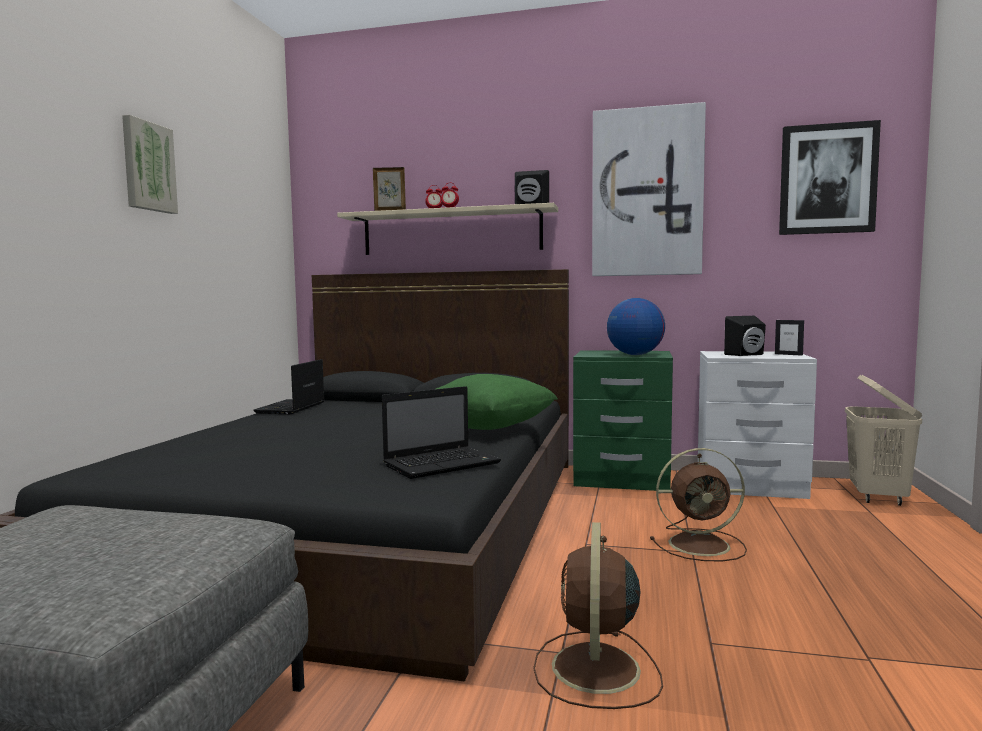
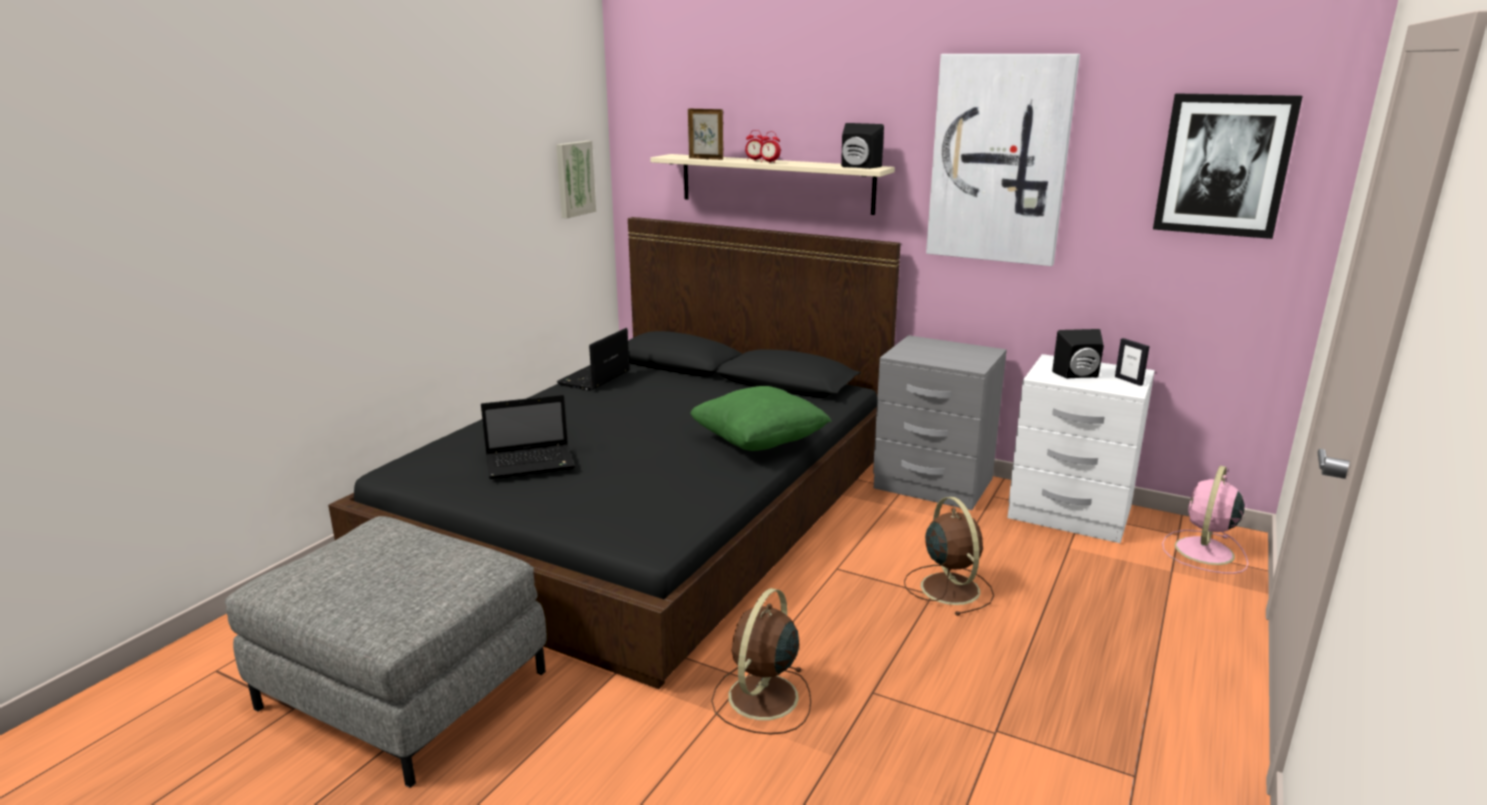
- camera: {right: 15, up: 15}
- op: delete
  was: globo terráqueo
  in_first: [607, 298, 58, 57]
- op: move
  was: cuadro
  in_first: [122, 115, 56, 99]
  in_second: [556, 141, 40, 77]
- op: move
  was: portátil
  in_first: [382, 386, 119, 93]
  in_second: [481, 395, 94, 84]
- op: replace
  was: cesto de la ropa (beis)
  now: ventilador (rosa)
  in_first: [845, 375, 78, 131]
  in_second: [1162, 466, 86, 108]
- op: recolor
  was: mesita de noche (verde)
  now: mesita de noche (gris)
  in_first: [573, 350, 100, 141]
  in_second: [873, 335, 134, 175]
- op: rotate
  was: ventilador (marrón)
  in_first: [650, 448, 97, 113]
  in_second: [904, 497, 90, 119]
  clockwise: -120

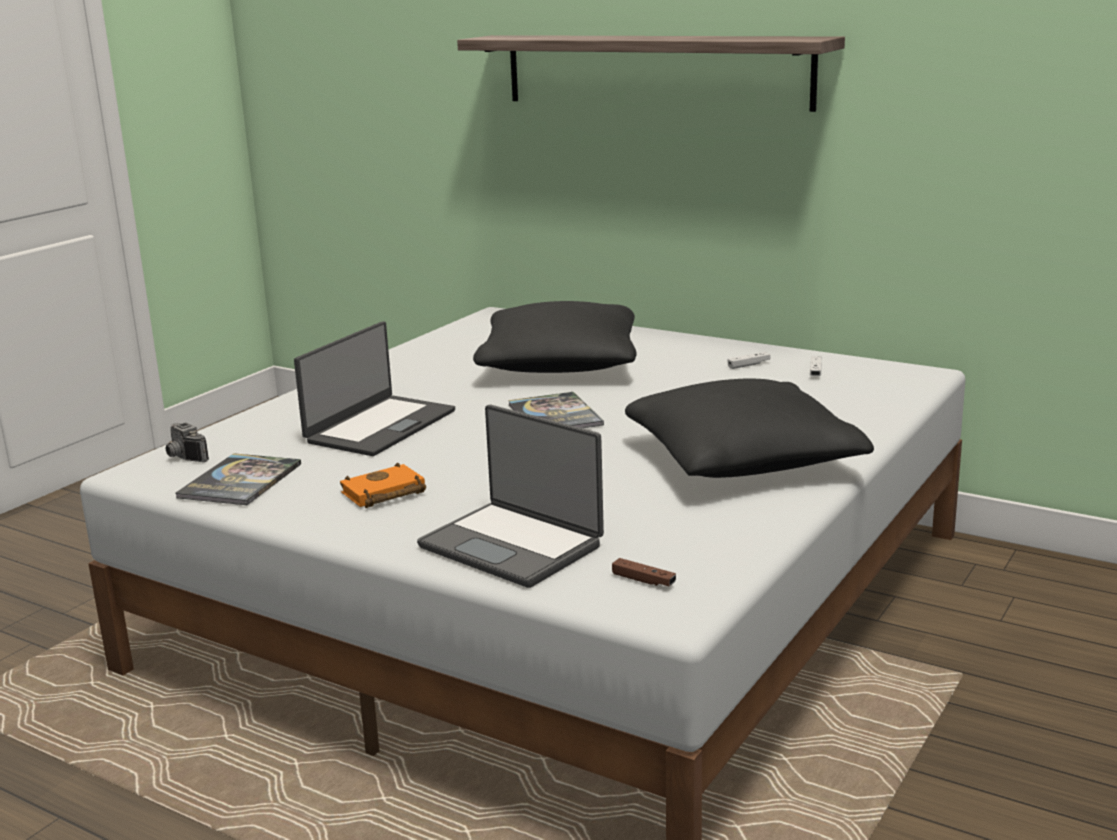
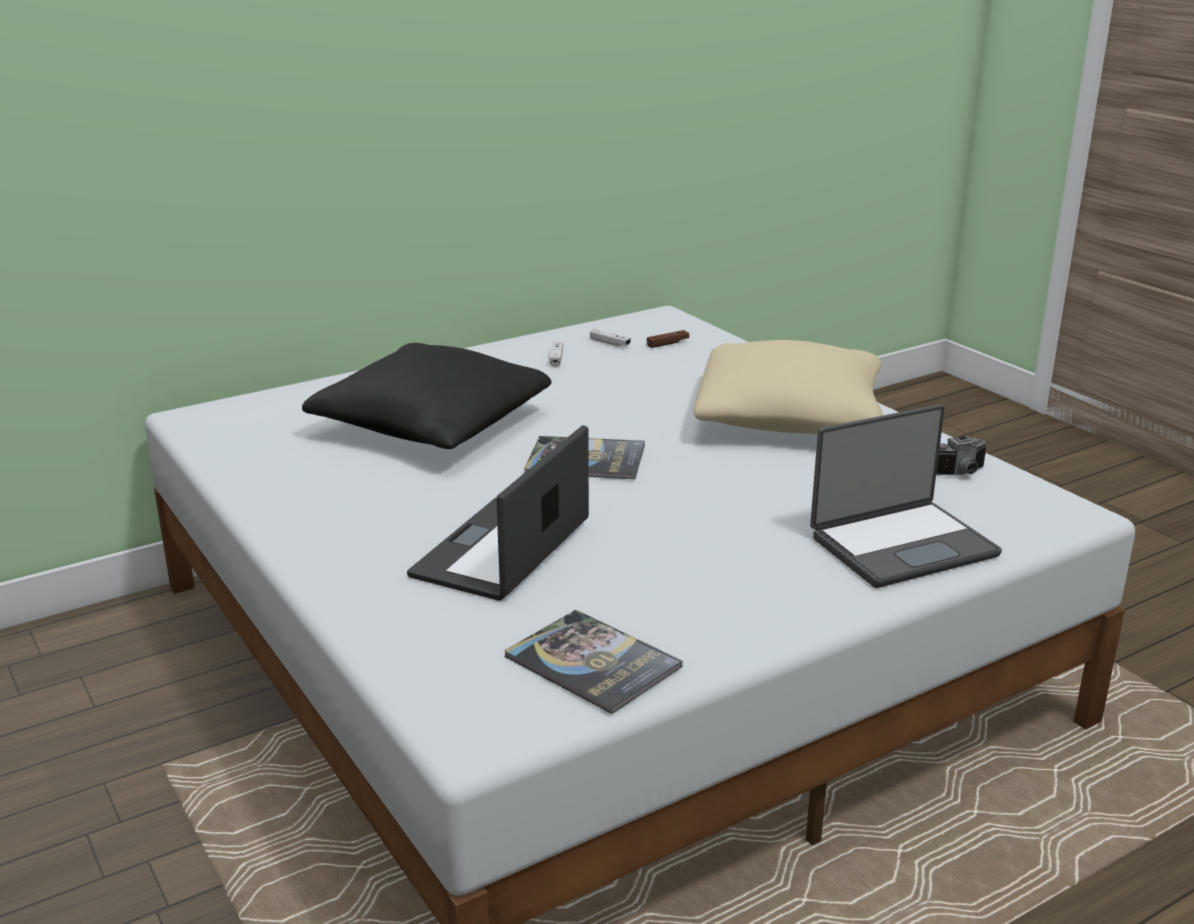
- camera: {right: -65, up: 5}
- op: delete
  was: libro (naranja)
  in_first: [340, 462, 86, 46]
- op: delete
  was: estante
  in_first: [457, 35, 388, 77]
- op: move
  was: cámara
  in_first: [166, 423, 43, 39]
  in_second: [936, 435, 51, 40]
- op: move
  was: mando de consola (marrón)
  in_first: [612, 558, 64, 28]
  in_second: [647, 330, 42, 18]
- op: recolor
  was: cojín (negro)
  now: cojín (beis)
  in_first: [625, 379, 249, 99]
  in_second: [694, 340, 189, 94]
- op: rotate
  was: portátil
  in_first: [294, 321, 161, 135]
  in_second: [407, 425, 182, 176]
  clockwise: -120

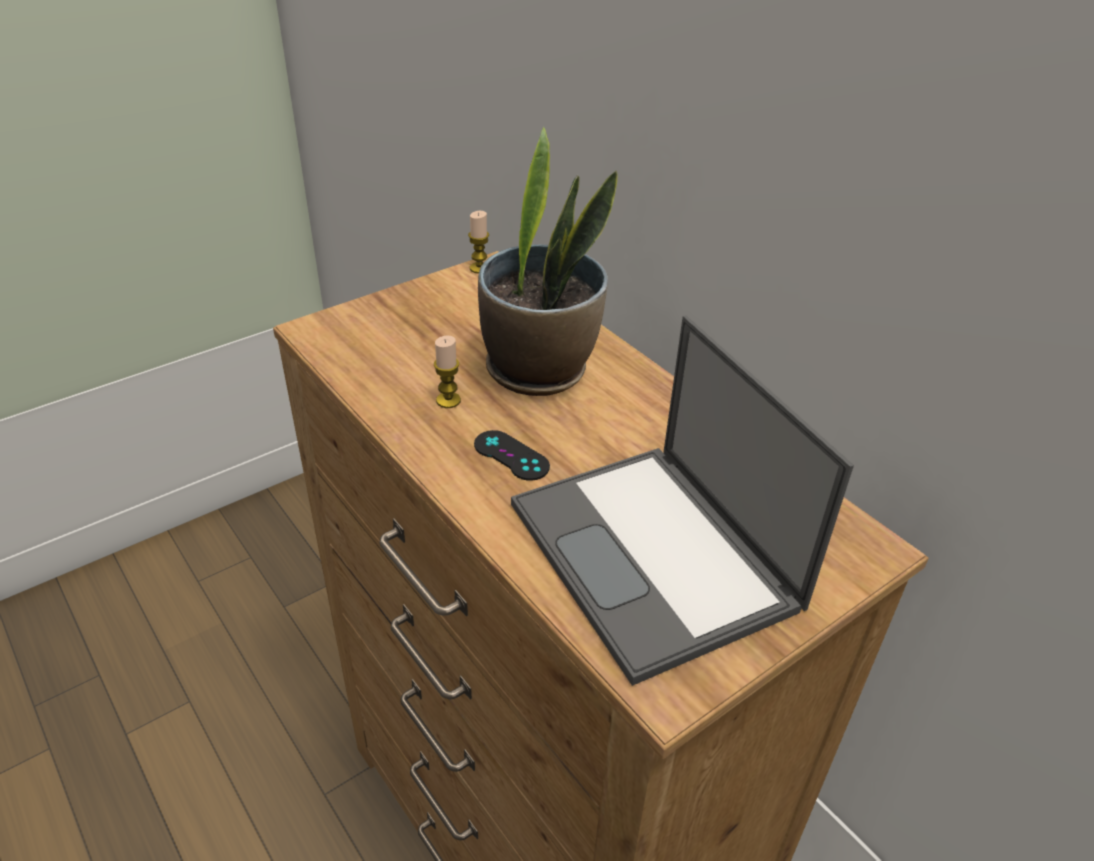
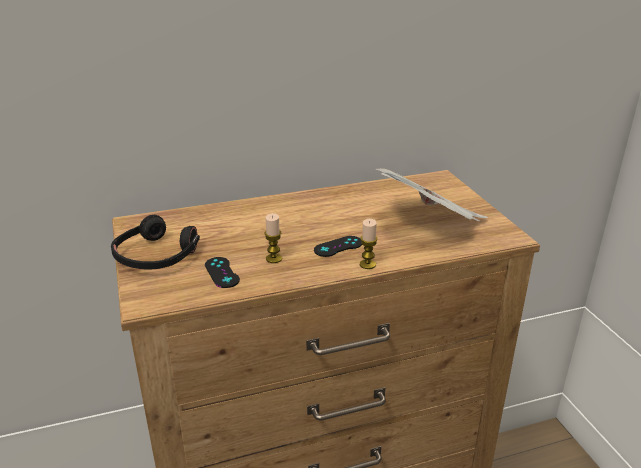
- camera: {right: -70, up: -10}
- op: delete
  was: planta en maceta
  in_first: [478, 127, 140, 269]
- op: insert
  now: auriculares (negro)
  in_second: [111, 214, 89, 56]
- op: insert
  now: mando de consola (negro)
  in_second: [205, 257, 35, 31]
- op: move
  was: vela
  in_first: [468, 211, 21, 63]
  in_second: [360, 219, 18, 50]
- op: replace
  was: portátil
  now: periódico
  in_first: [511, 315, 343, 371]
  in_second: [376, 168, 112, 53]

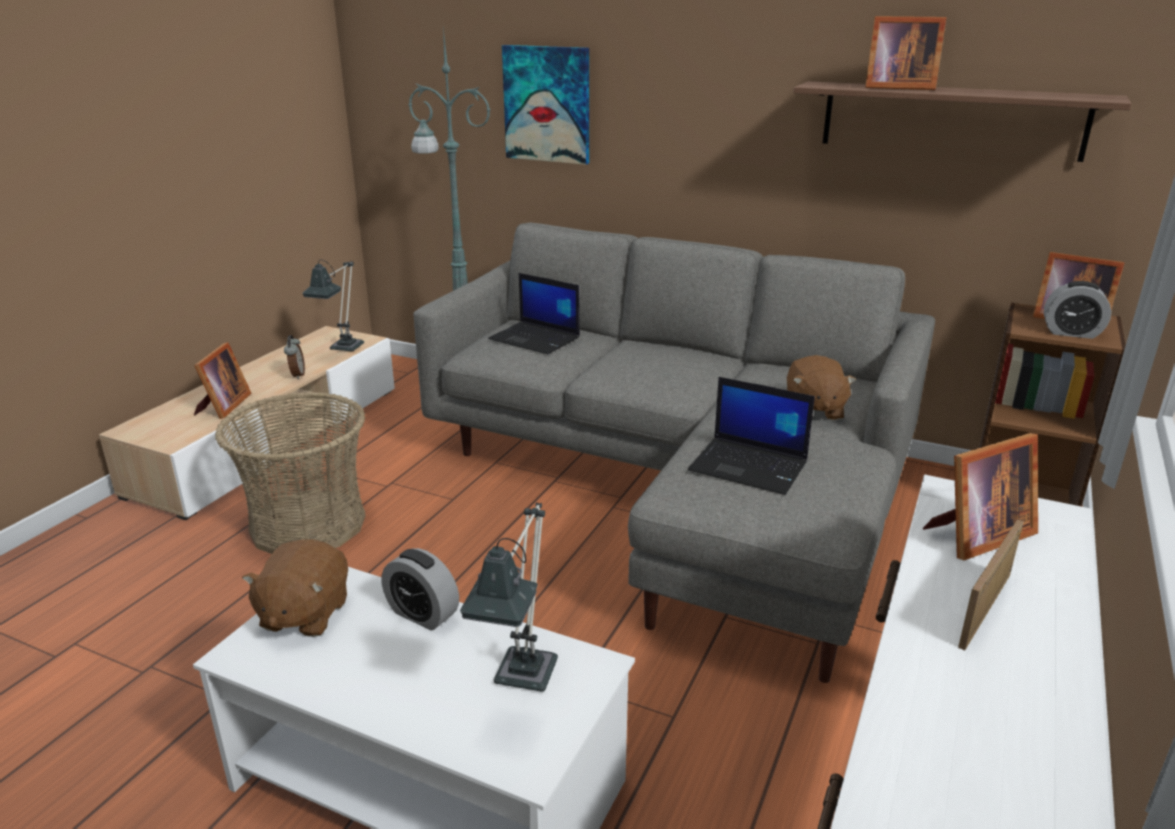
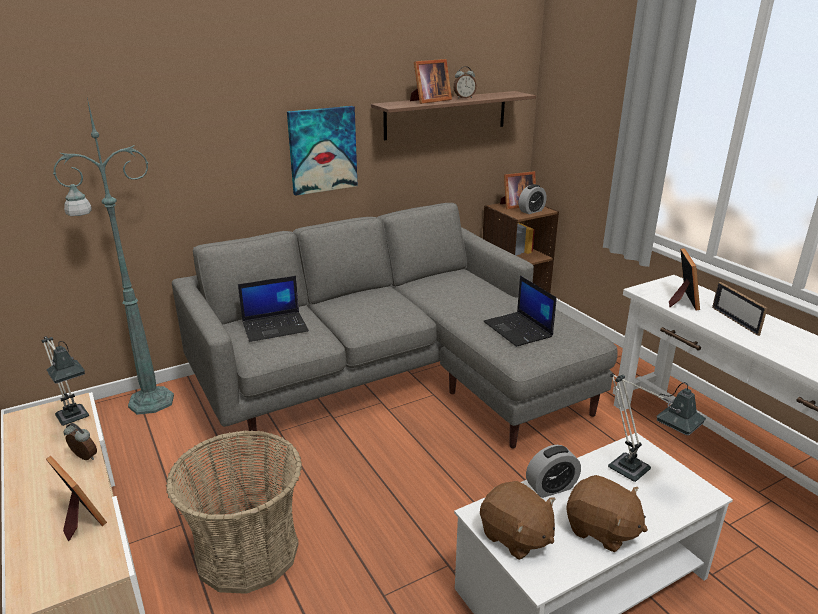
- camera: {right: -55, up: 0}
- op: insert
  now: despertador
  in_second: [453, 66, 24, 33]
- op: move
  was: cuadro
  in_first: [502, 45, 87, 120]
  in_second: [287, 106, 71, 90]
- op: move
  was: peluche (marrón)
  in_first: [787, 355, 69, 65]
  in_second: [566, 475, 82, 77]
- op: rotate
  was: portátil
  in_first: [688, 377, 127, 118]
  in_second: [483, 276, 74, 71]
  clockwise: 90

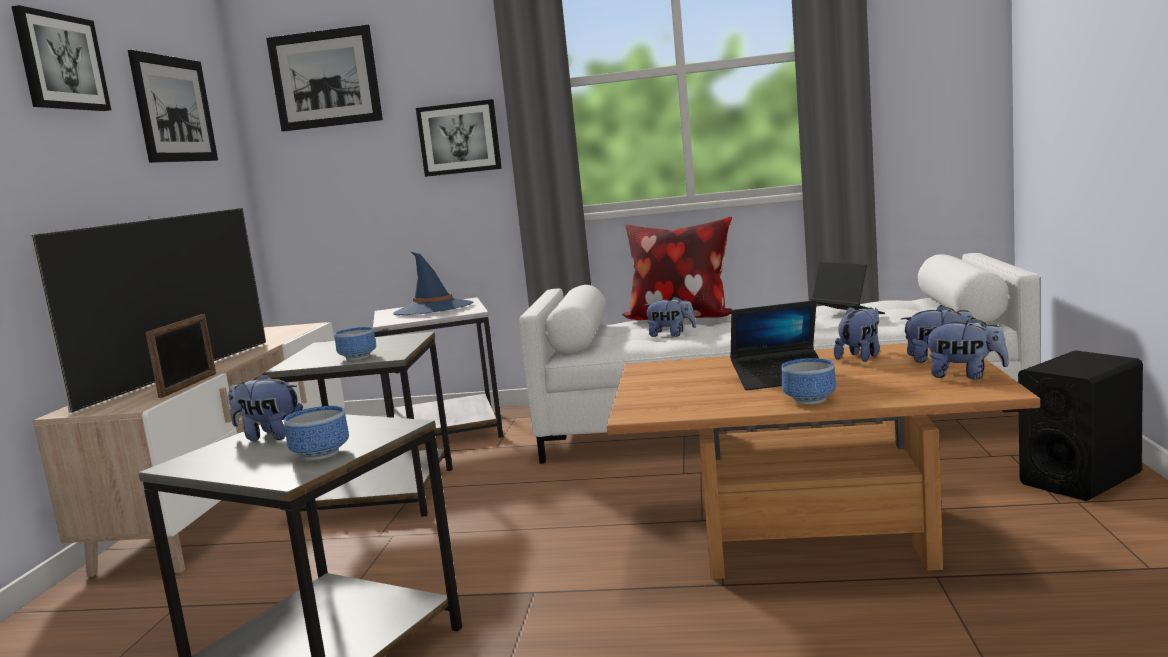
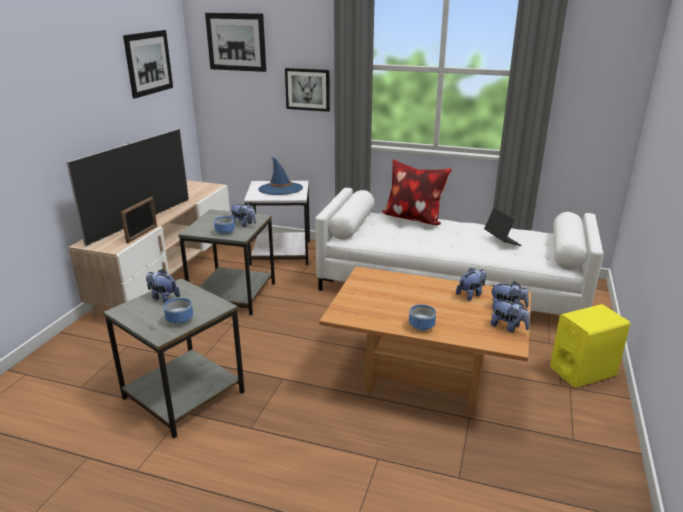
- camera: {right: 10, up: 15}
- op: delete
  was: cuadro
  in_first: [11, 5, 100, 106]
- op: delete
  was: portátil
  in_first: [730, 300, 90, 90]
- op: move
  was: peluche
  in_first: [643, 296, 53, 41]
  in_second: [230, 203, 26, 24]
- op: recolor
  was: altavoz (negro)
  now: altavoz (amarillo)
  in_first: [1018, 350, 125, 151]
  in_second: [550, 304, 80, 84]

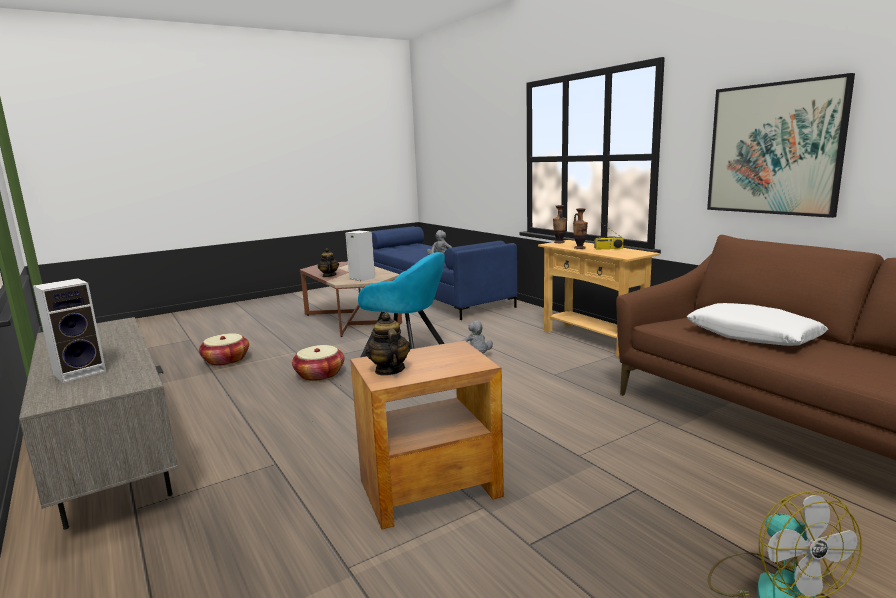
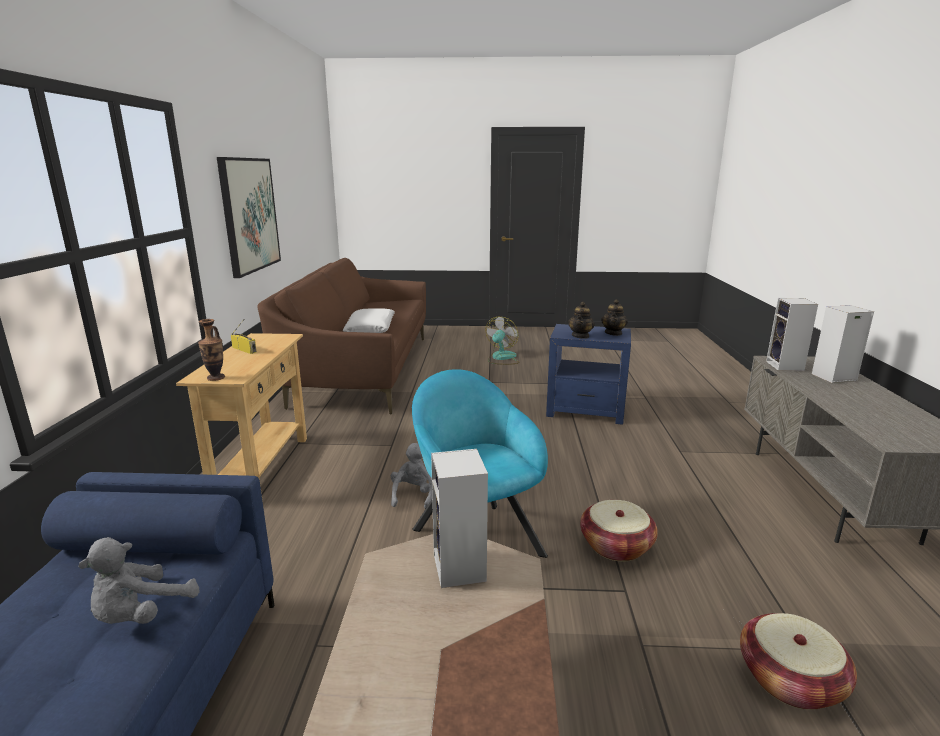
- camera: {right: -145, up: 5}
- op: delete
  was: florero
  in_first: [573, 208, 15, 41]
- op: insert
  now: altavoz
  in_second: [766, 298, 52, 73]
- op: move
  was: tetera
  in_first: [318, 248, 21, 29]
  in_second: [568, 302, 27, 37]
- op: recolor
  was: mesa auxiliar (marrón)
  now: mesa auxiliar (azul)
  in_first: [350, 340, 154, 190]
  in_second: [546, 324, 85, 101]

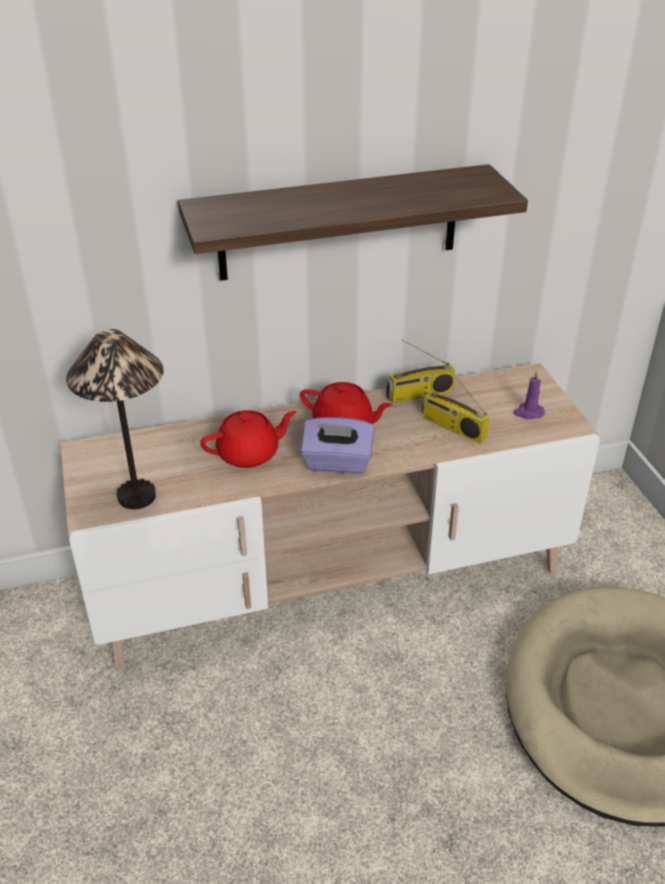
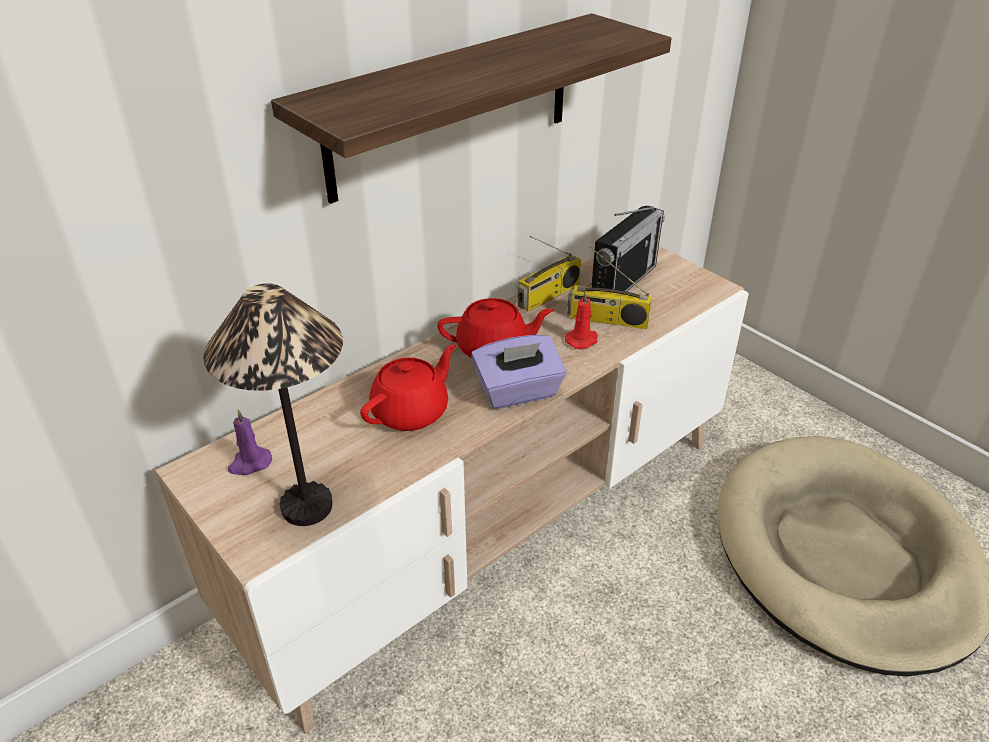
- camera: {right: -25, up: 0}
- op: insert
  now: vela (rojo)
  in_second: [565, 290, 33, 59]
- op: insert
  now: radio
  in_second: [591, 206, 74, 86]
- op: move
  was: vela (morado)
  in_first: [513, 371, 32, 48]
  in_second: [228, 409, 44, 66]

